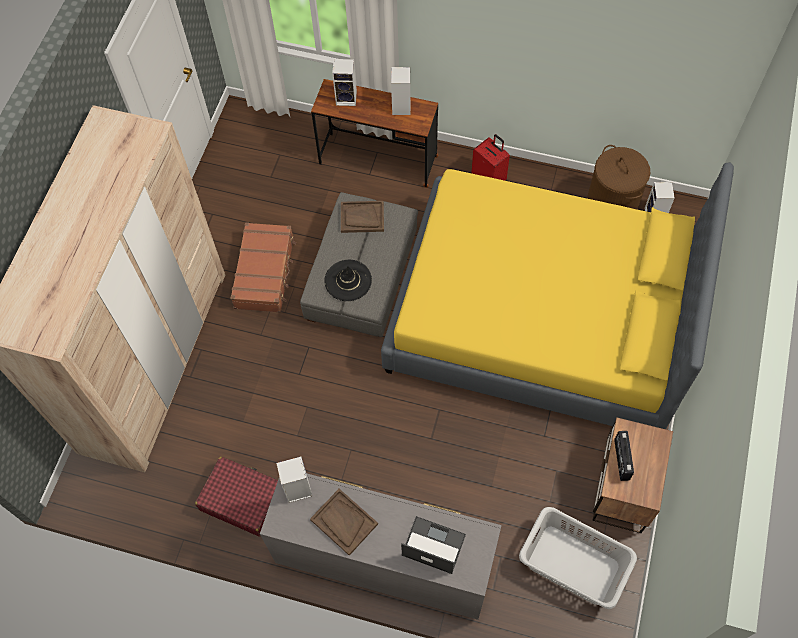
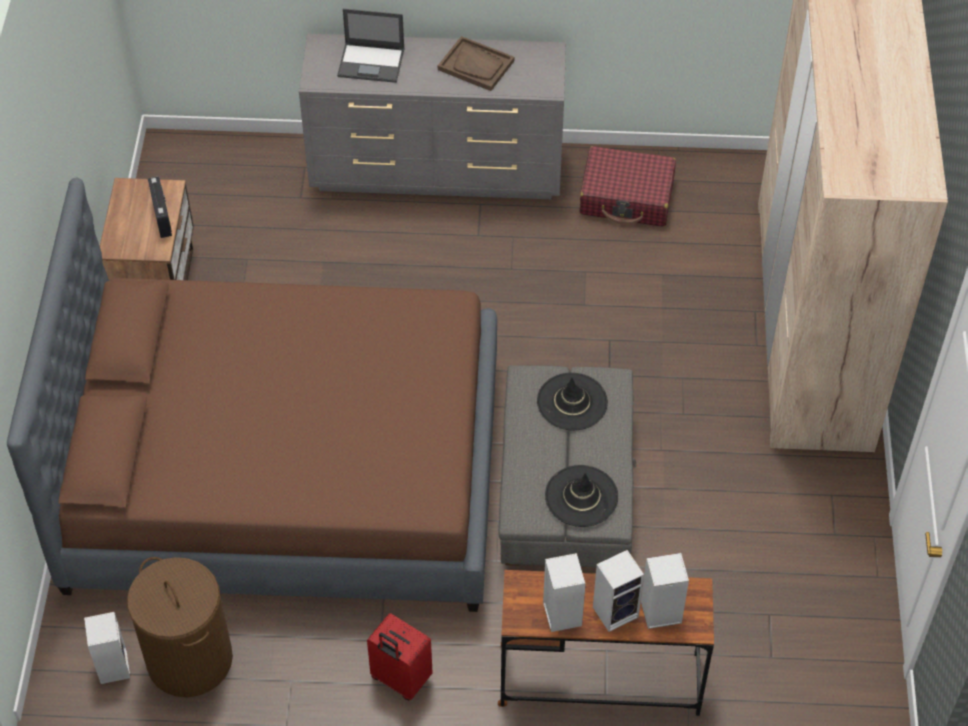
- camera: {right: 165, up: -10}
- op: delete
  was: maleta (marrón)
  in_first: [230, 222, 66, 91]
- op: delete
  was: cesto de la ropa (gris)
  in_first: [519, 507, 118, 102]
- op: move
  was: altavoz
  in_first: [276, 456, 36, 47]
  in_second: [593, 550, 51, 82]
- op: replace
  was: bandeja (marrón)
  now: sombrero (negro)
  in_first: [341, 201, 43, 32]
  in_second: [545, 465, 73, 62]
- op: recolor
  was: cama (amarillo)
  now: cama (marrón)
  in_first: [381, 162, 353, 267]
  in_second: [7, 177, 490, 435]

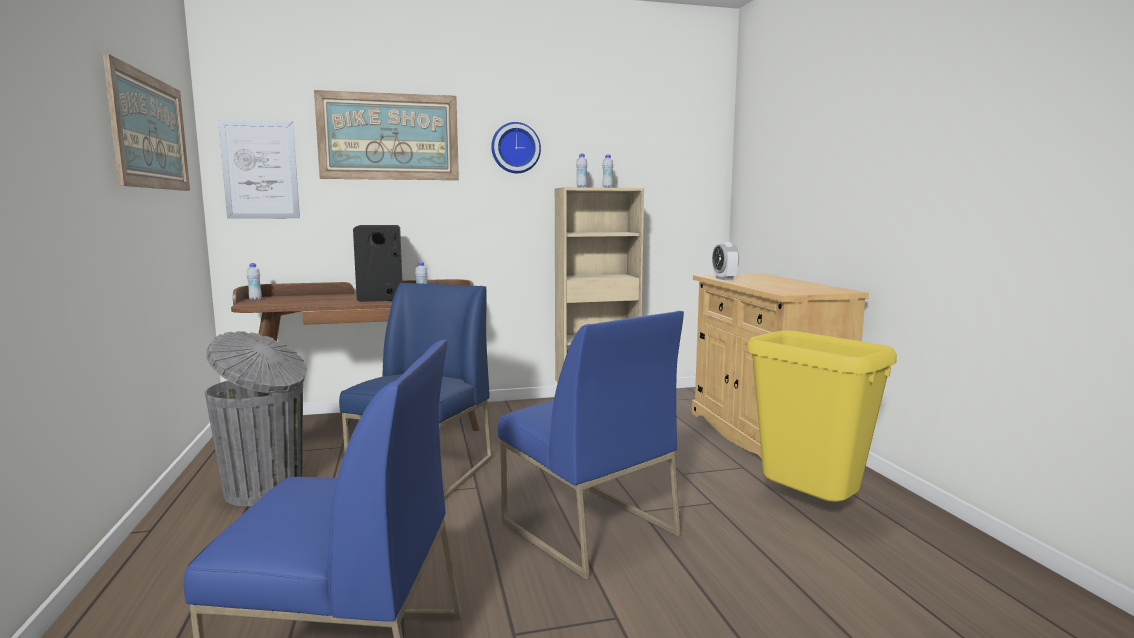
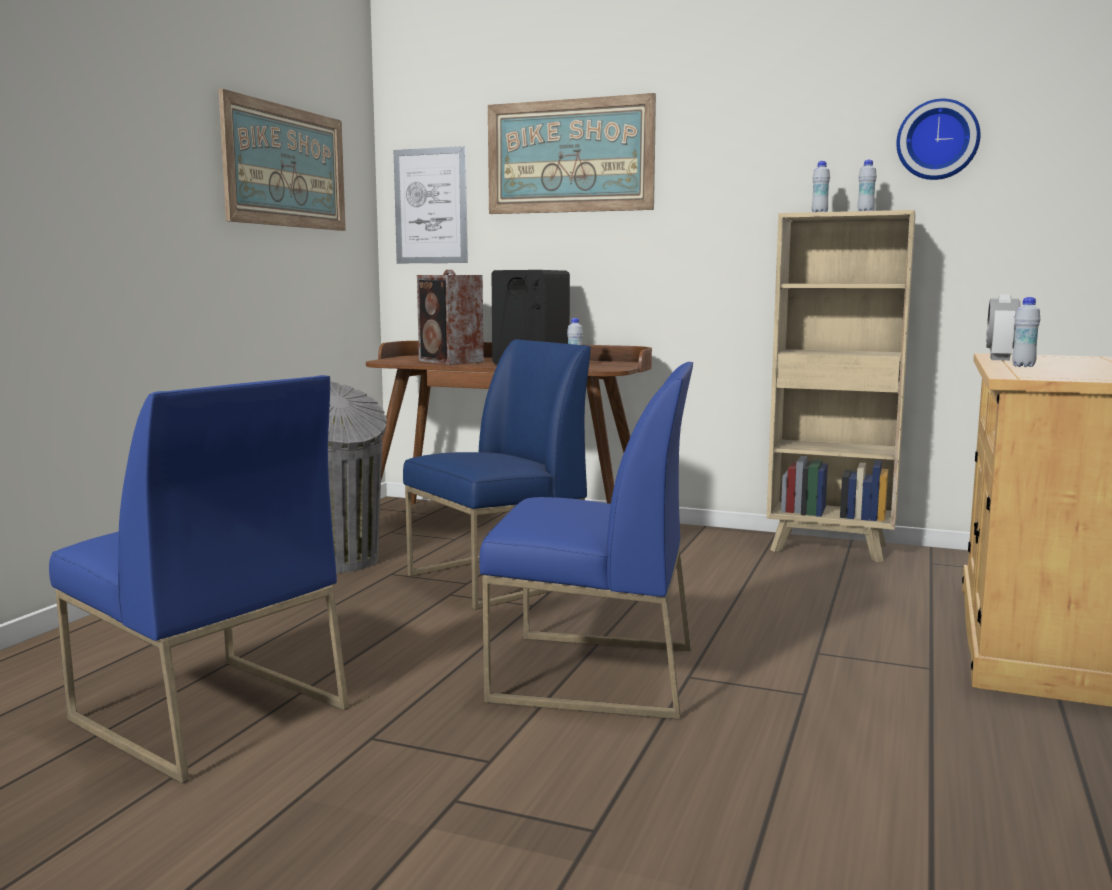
- camera: {right: 35, up: 0}
- op: delete
  was: papelera (amarillo)
  in_first: [747, 330, 150, 172]
- op: insert
  now: altavoz
  in_second: [417, 270, 67, 95]
- op: move
  was: botella (blanco)
  in_first: [247, 263, 15, 37]
  in_second: [1012, 297, 29, 70]
- op: move
  was: reloj de pared
  in_first: [491, 122, 50, 51]
  in_second: [896, 99, 84, 81]
- op: rotate
  was: silla (azul)
  in_first: [498, 311, 186, 269]
  in_second: [479, 362, 214, 358]
  clockwise: -75

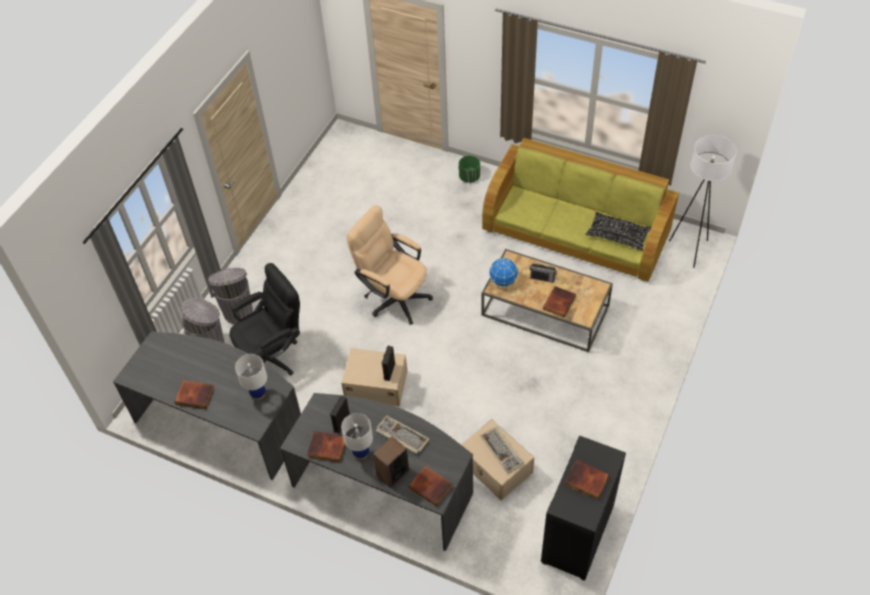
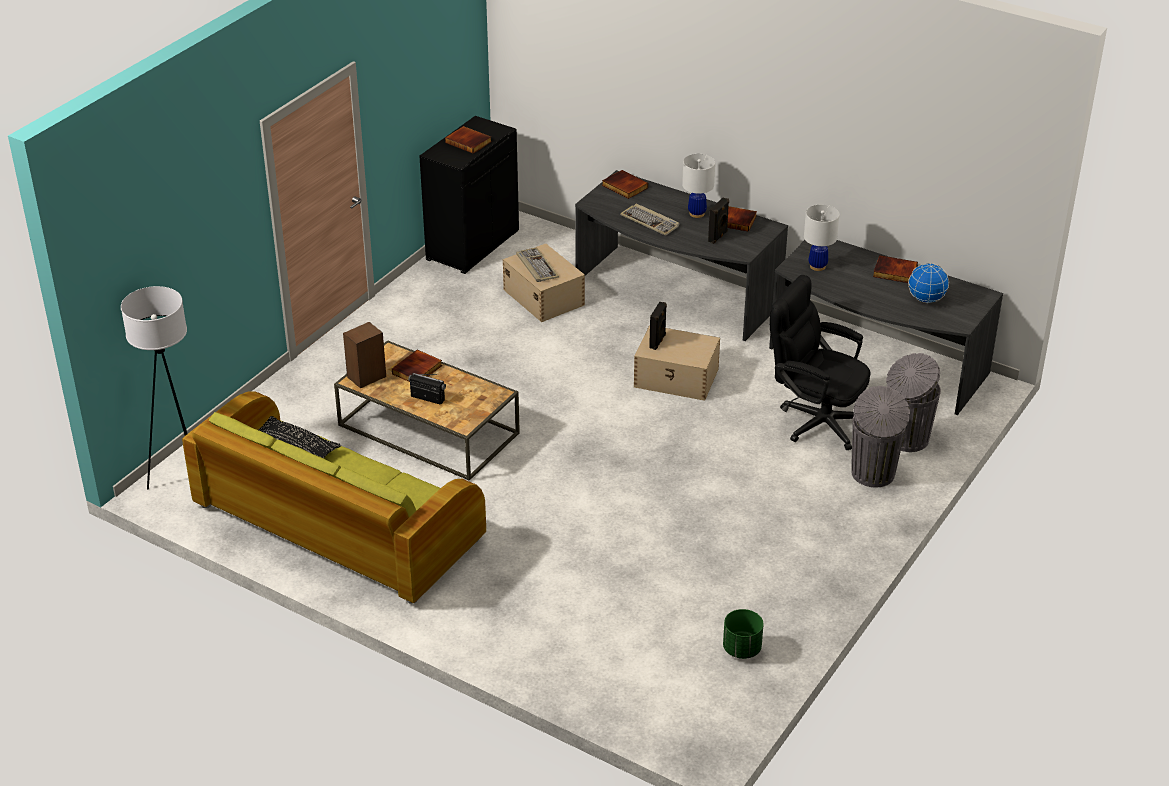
- camera: {right: -175, up: -15}
- op: delete
  was: silla de oficina (beis)
  in_first: [347, 205, 86, 120]
- op: move
  was: altavoz
  in_first: [373, 436, 36, 52]
  in_second: [343, 322, 43, 66]
- op: move
  was: maceta (verde)
  in_first: [459, 156, 21, 27]
  in_second: [723, 609, 41, 50]
- op: move
  was: globo terráqueo
  in_first: [489, 258, 29, 29]
  in_second: [908, 263, 41, 40]
- op: rotate
  was: silla de oficina (negro)
  in_first: [229, 263, 71, 112]
  in_second: [770, 275, 101, 175]
  clockwise: 60

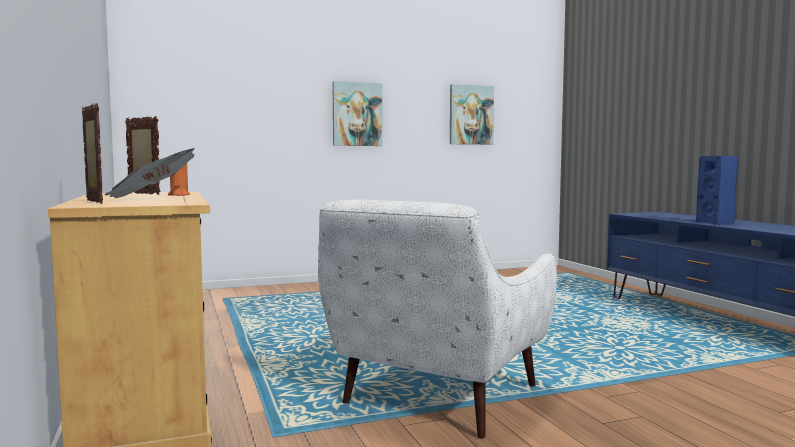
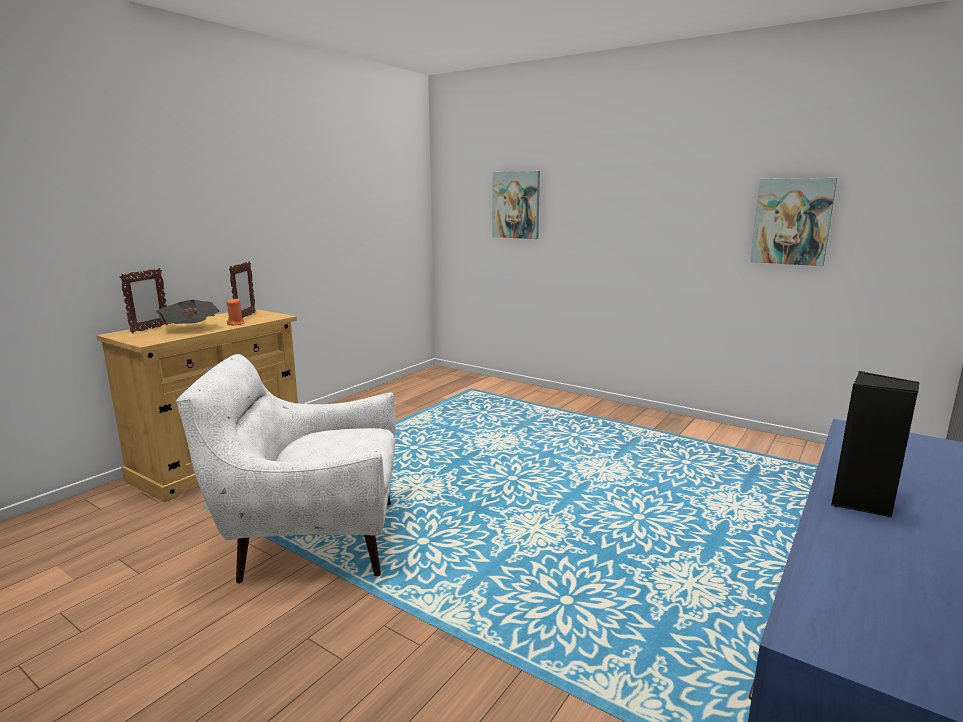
- camera: {right: 55, up: 10}
- op: move
  was: cuadro
  in_first: [332, 81, 50, 65]
  in_second: [492, 171, 48, 68]
- op: recolor
  was: altavoz (azul)
  now: altavoz (negro)
  in_first: [696, 156, 42, 69]
  in_second: [831, 371, 88, 146]

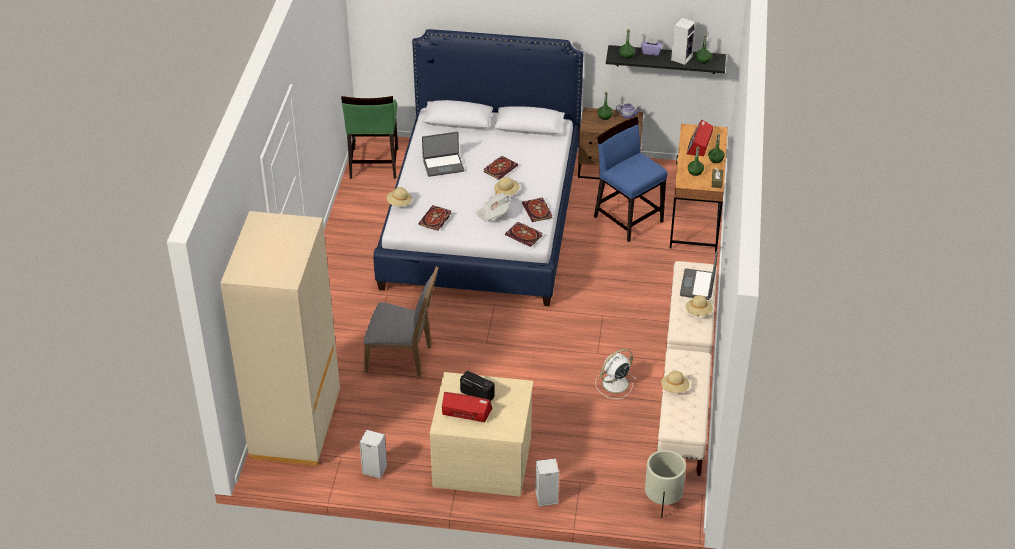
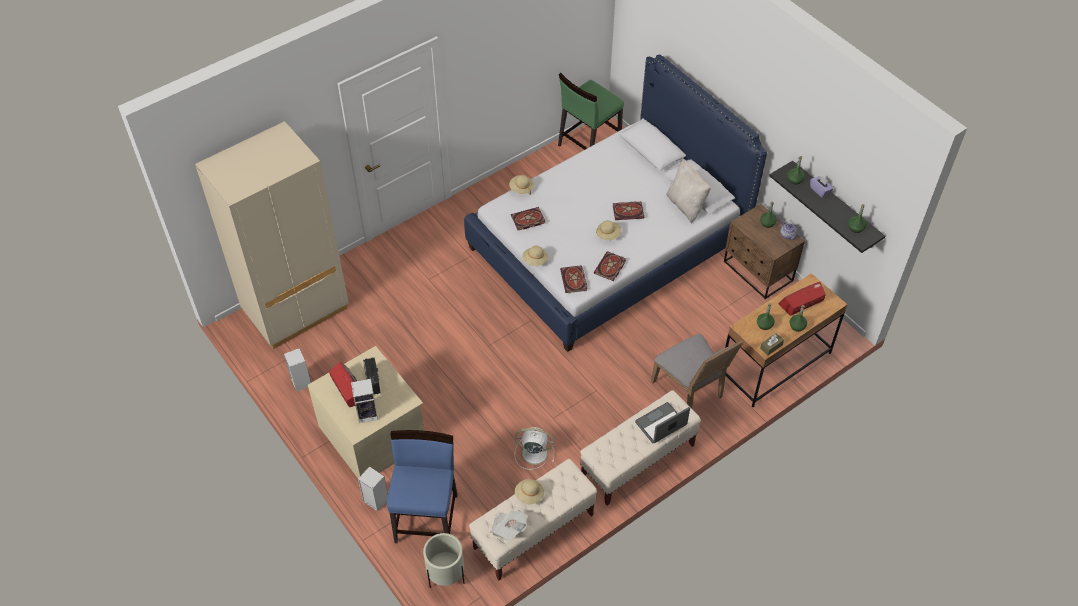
- camera: {right: 45, up: 10}
- op: delete
  was: portátil
  in_first: [422, 132, 42, 45]
- op: insert
  now: cojín (beis)
  in_second: [666, 159, 45, 64]
- op: move
  was: silla (gris)
  in_first: [364, 266, 75, 111]
  in_second: [651, 334, 93, 74]
- op: move
  was: periódico
  in_first: [476, 193, 35, 29]
  in_second: [490, 510, 38, 30]
- op: move
  was: silla (azul)
  in_first: [594, 117, 73, 125]
  in_second: [387, 430, 71, 113]
- op: move
  was: altavoz
  in_first: [671, 18, 25, 47]
  in_second: [351, 379, 27, 44]
- op: move
  was: sombrero (beis)
  in_first: [686, 295, 27, 21]
  in_second: [522, 245, 26, 21]

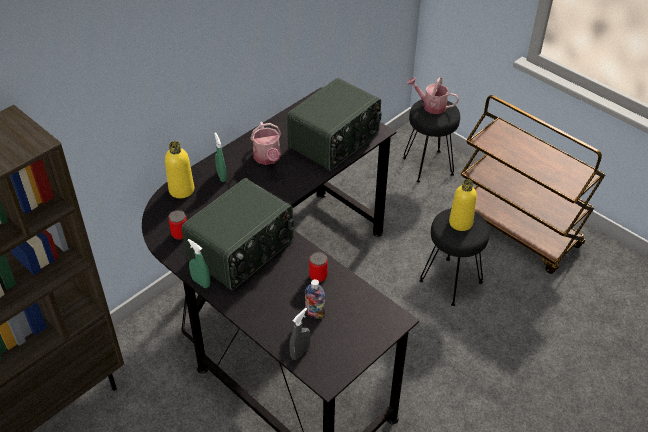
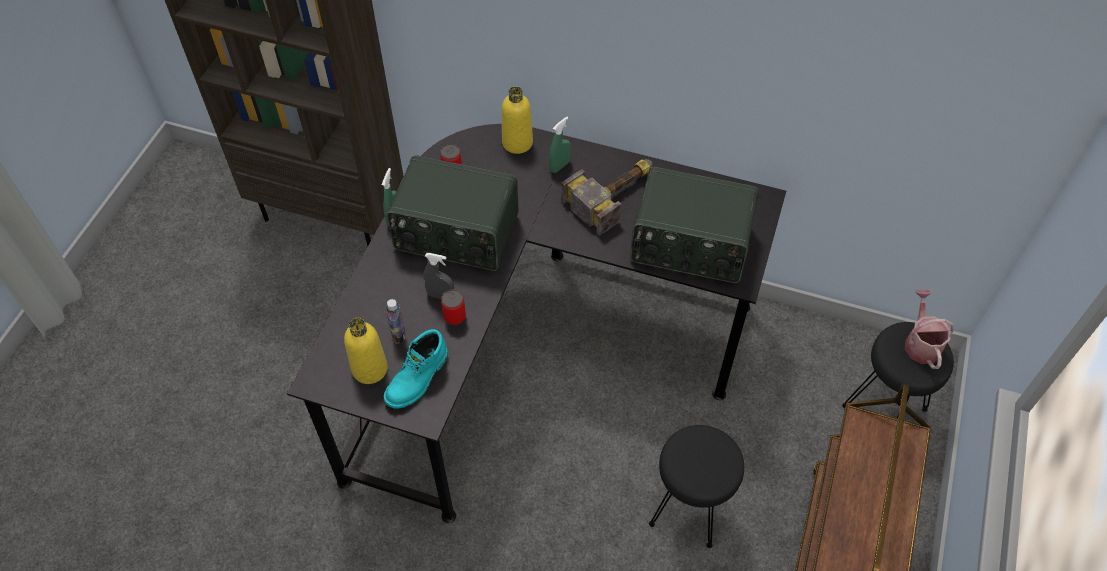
- camera: {right: 65, up: 10}
- op: insert
  now: bota (turquesa)
  in_second: [384, 329, 64, 80]
- op: move
  was: pulverizador (gris)
  in_first: [289, 308, 22, 52]
  in_second: [423, 253, 31, 46]
- op: move
  was: botella (amarillo)
  in_first: [449, 179, 28, 52]
  in_second: [344, 318, 44, 66]
- op: replace
  was: regadera
  now: martillo
  in_first: [250, 122, 31, 43]
  in_second: [561, 159, 91, 77]

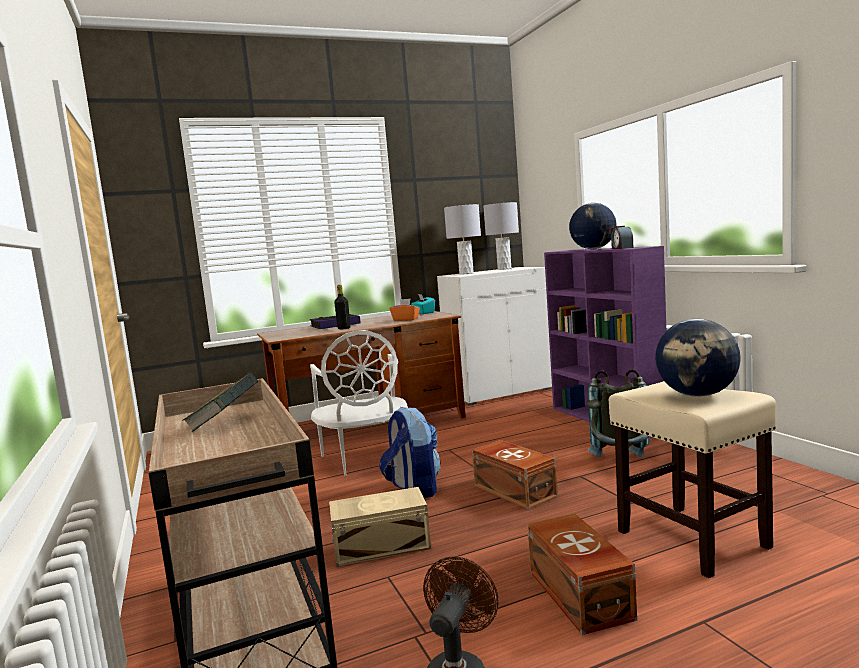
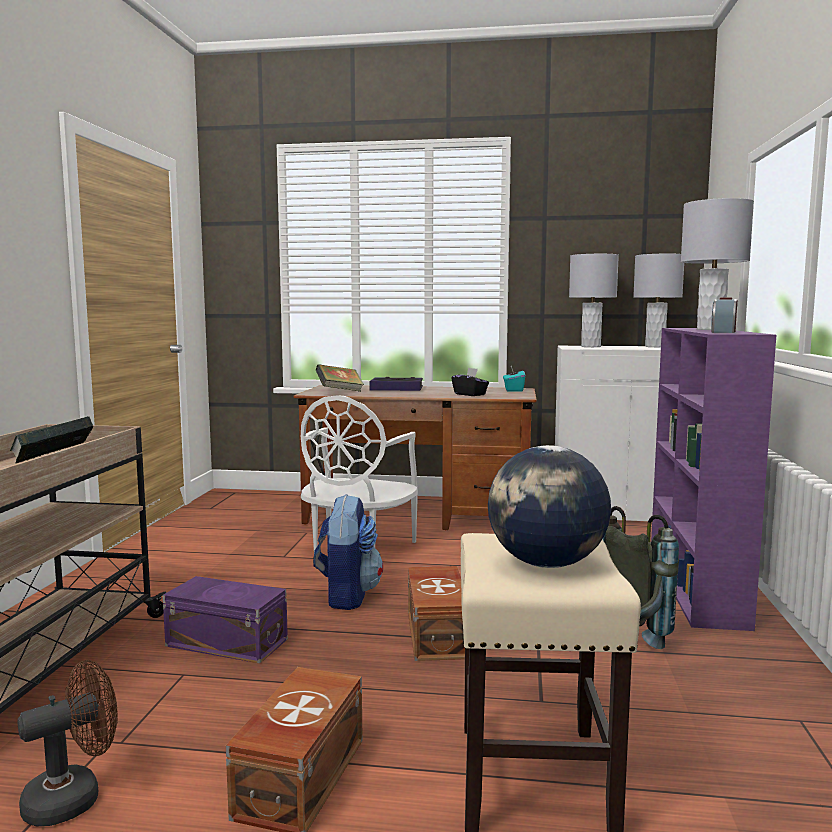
- camera: {right: 30, up: 0}
- op: delete
  was: botella (negro)
  in_first: [334, 285, 16, 44]
- op: insert
  now: libro
  in_second: [316, 364, 48, 28]
- op: replace
  was: globo terráqueo
  now: lámpara de mesa (gris)
  in_first: [569, 203, 48, 46]
  in_second: [681, 198, 73, 132]
- op: recolor
  was: caja de almacenaje (beis)
  now: caja de almacenaje (morado)
  in_first: [329, 487, 102, 79]
  in_second: [163, 576, 125, 88]
- op: recolor
  was: caja de pañuelos (naranja)
  now: caja de pañuelos (negro)
  in_first: [390, 298, 30, 23]
  in_second: [452, 368, 37, 28]

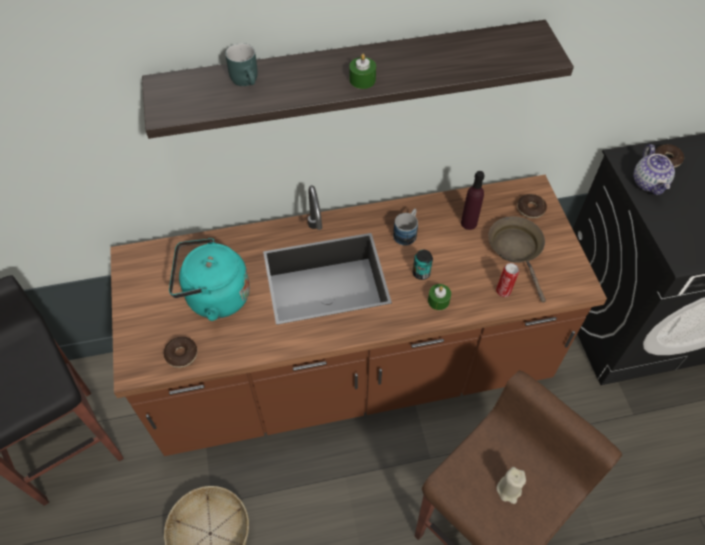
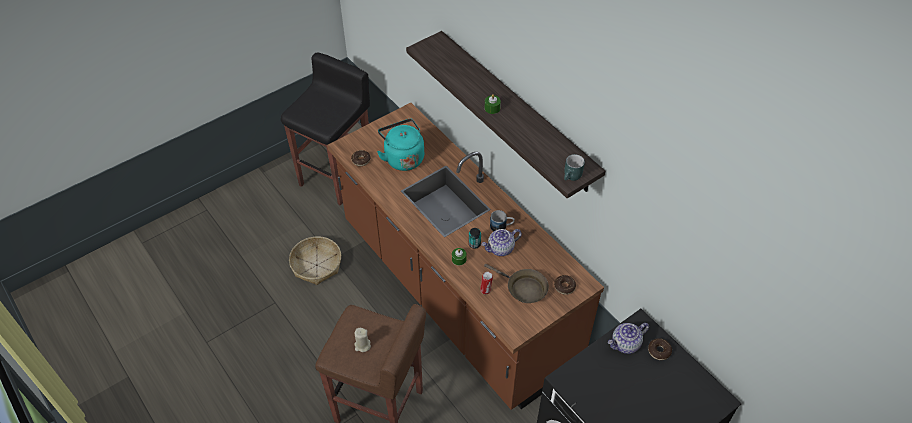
- camera: {right: 65, up: -5}
- op: delete
  was: botella (morado)
  in_first: [461, 171, 24, 59]
- op: insert
  now: tetera
  in_second: [481, 229, 41, 27]
- op: move
  was: taza grande (turquesa)
  in_first: [225, 43, 33, 43]
  in_second: [564, 154, 21, 27]
- op: rotate
  was: sartén (marrón)
  in_first: [488, 216, 58, 87]
  in_second: [484, 264, 65, 39]
  clockwise: 75

